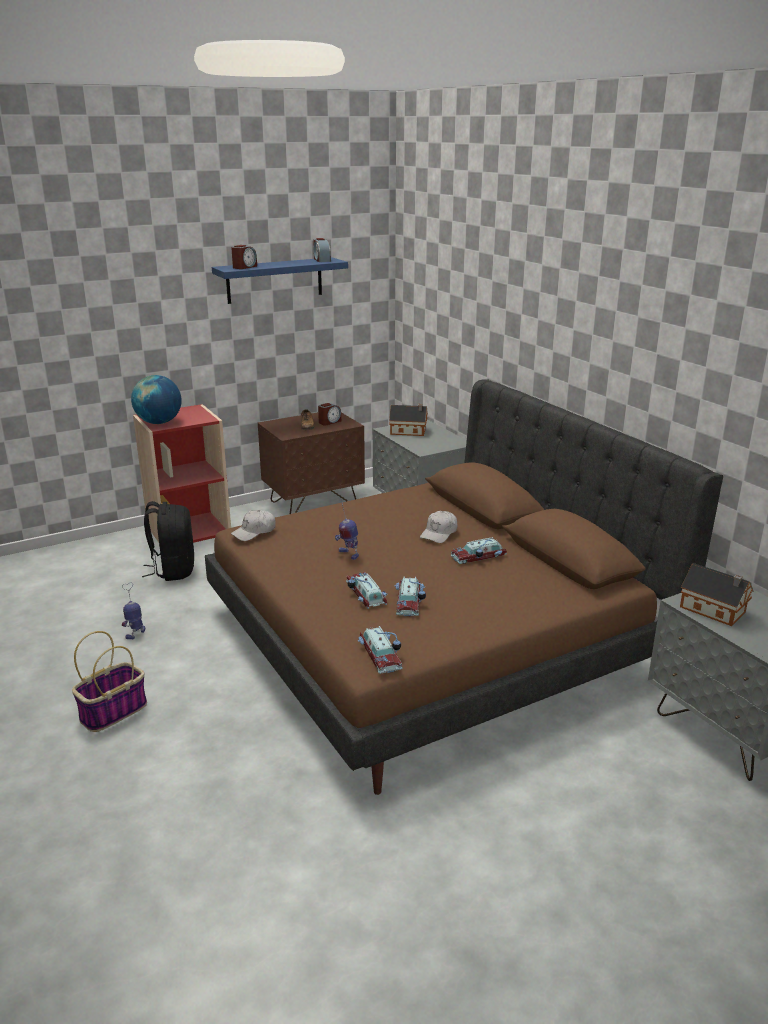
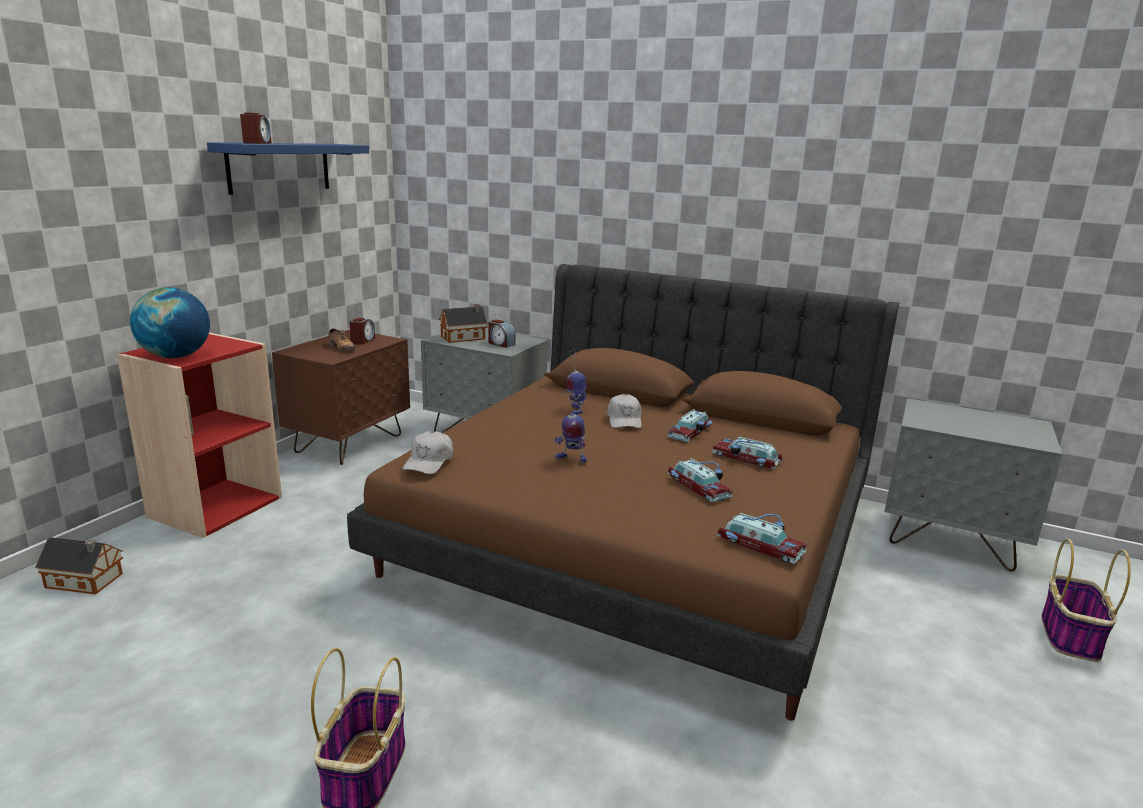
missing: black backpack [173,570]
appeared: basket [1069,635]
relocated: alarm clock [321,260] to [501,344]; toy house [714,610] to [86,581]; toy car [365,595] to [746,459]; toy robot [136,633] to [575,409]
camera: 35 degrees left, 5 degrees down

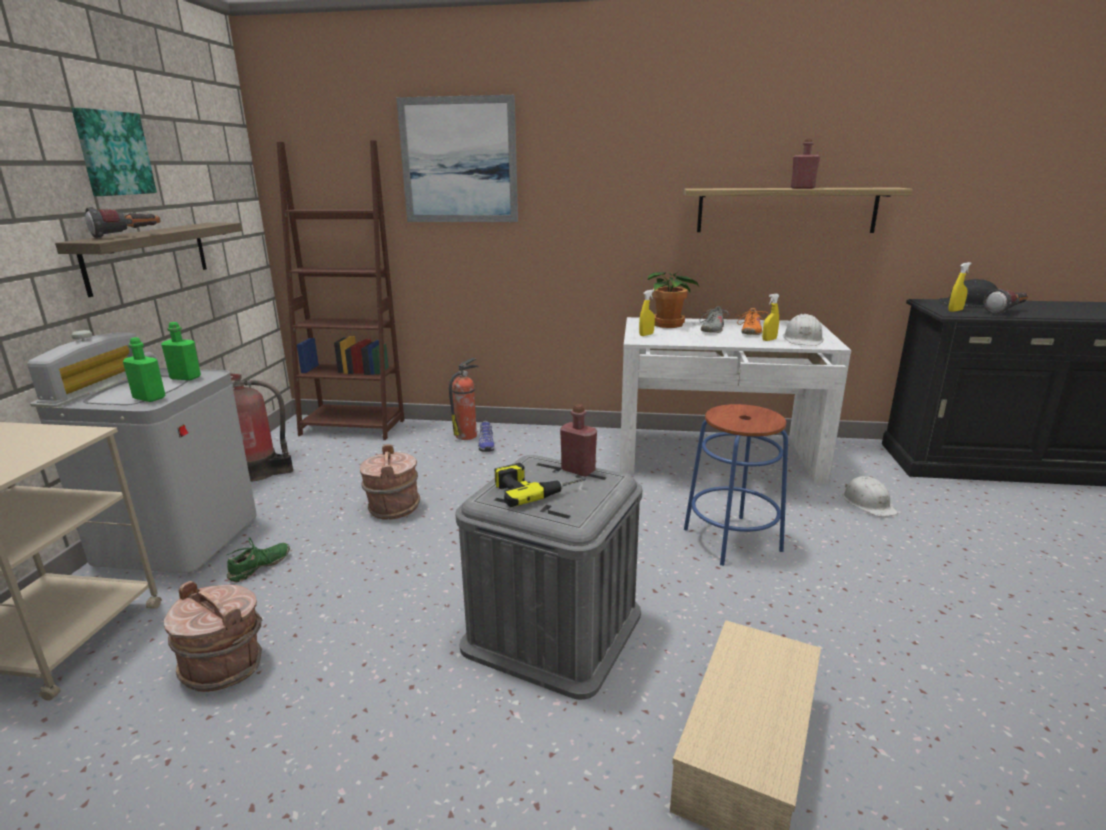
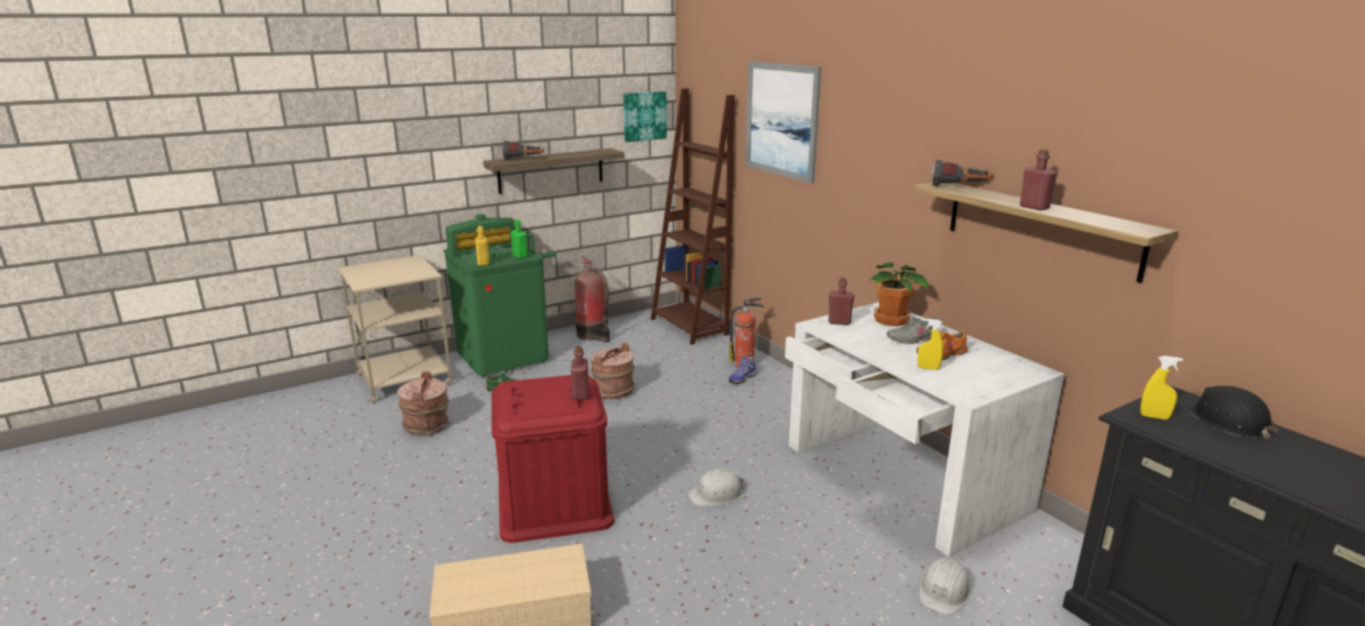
missing: blue stool [732,539]; power drill [536,487]
relocated: picture [113,153] to [644,116]; flashlight [1006,311] to [960,187]; white hard hat [803,339] to [716,495]
exchanged: yellow spray bottle [646,335] to red bottle [839,322]
colour: grey washing machine [179,540] to green washing machine [504,356]; green bottle [149,398] to yellow bottle [483,263]; grey storage box [553,630] to red storage box [554,503]
camera: 50 degrees right, 0 degrees up

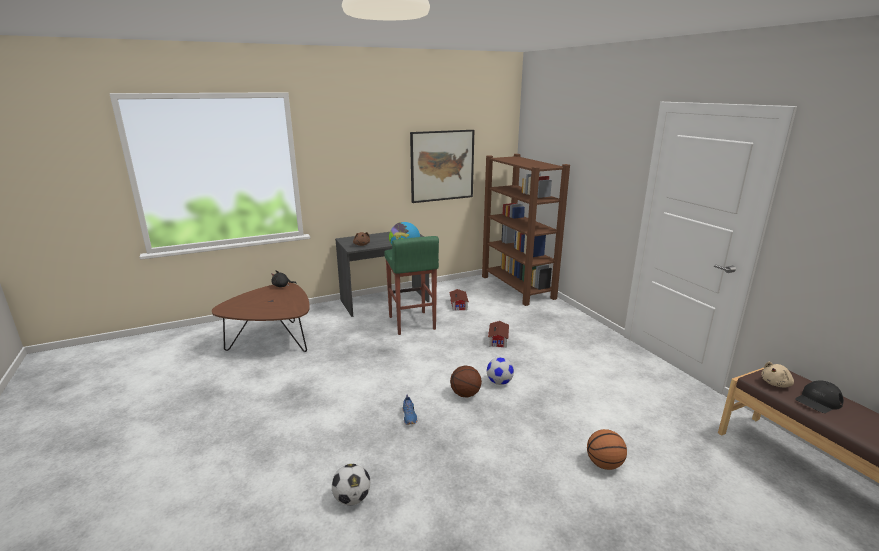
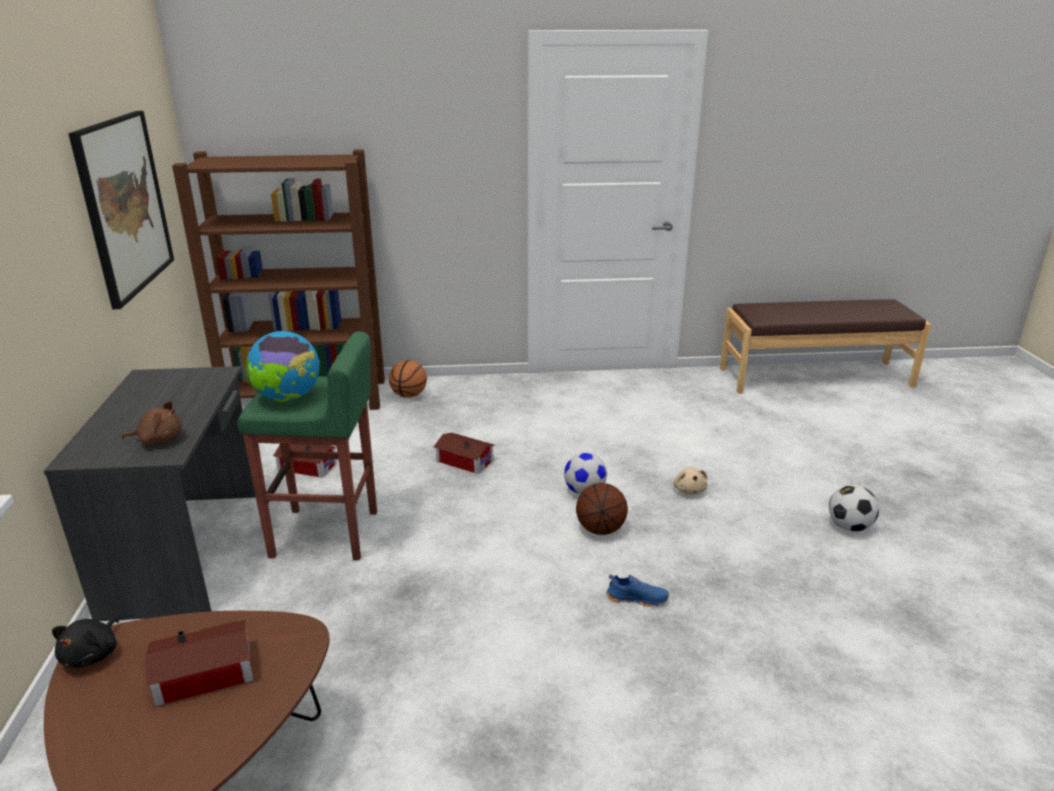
missing: black cap [818,401]
appeared: toy house [207,675]
relocated: beige plush toy [776,384] to [689,490]; basketball [604,464] to [409,395]; football [352,498] to [849,527]
camera: 70 degrees left, 5 degrees up

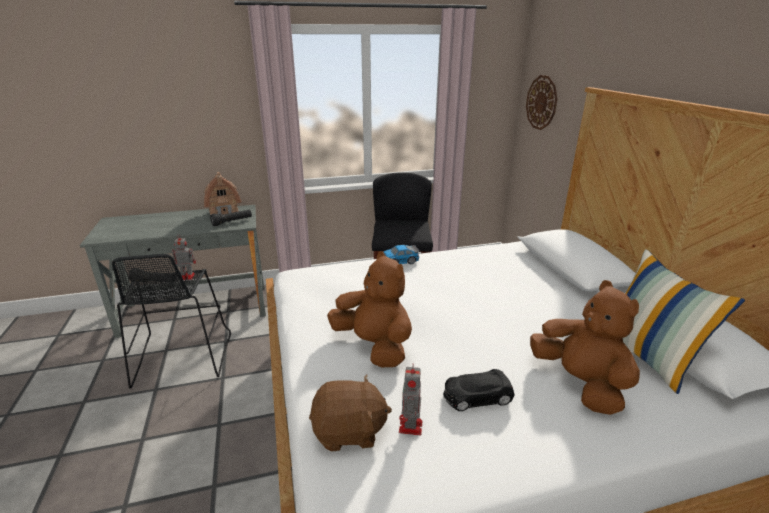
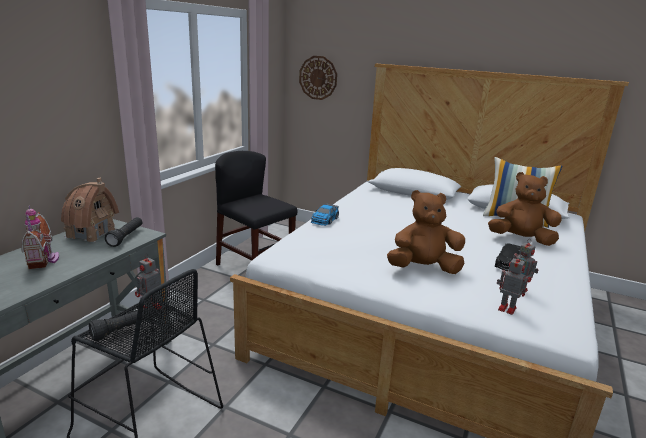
appeared: toy house [44,260]
exchanged: brown plush toy [349,431] to toy robot [506,308]
camera: 50 degrees left, 5 degrees down

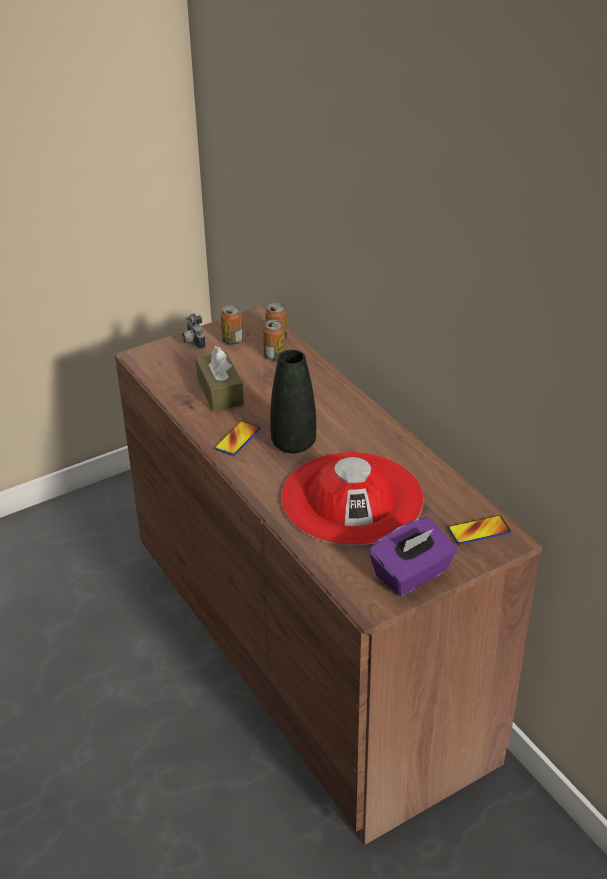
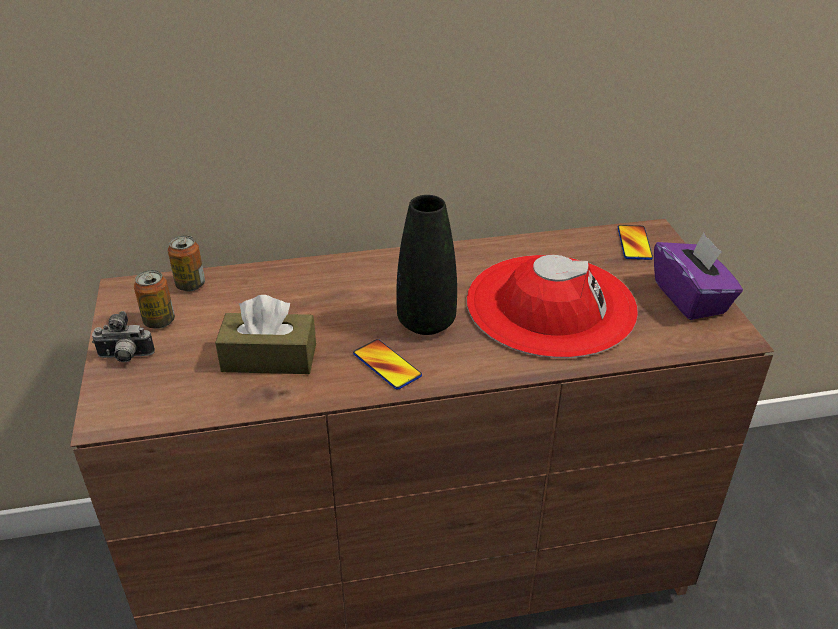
missing: can [274,356]
camera: 70 degrees left, 0 degrees up

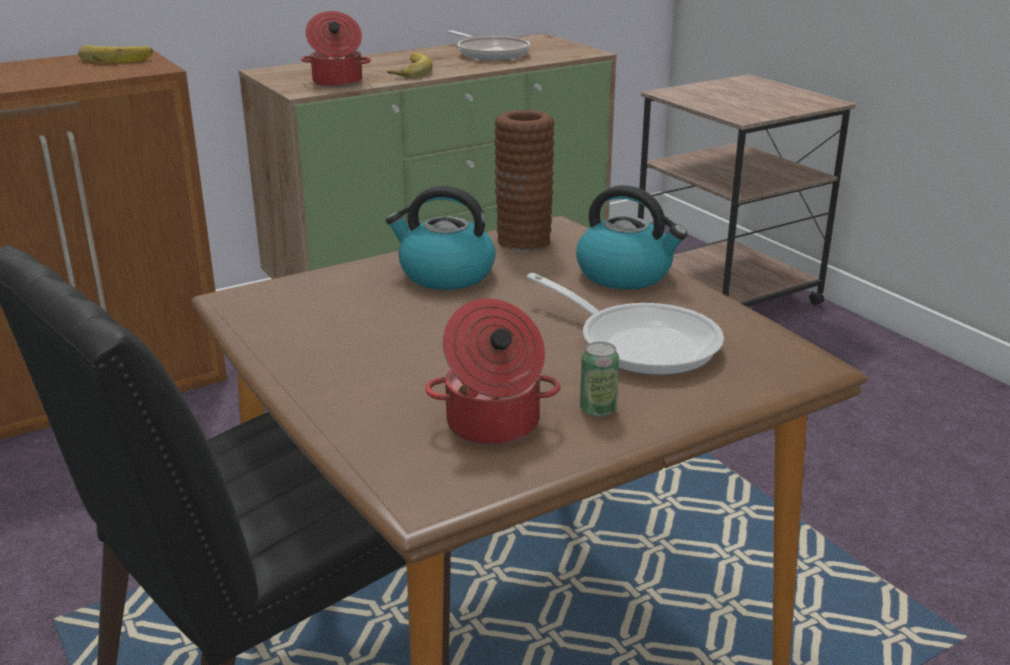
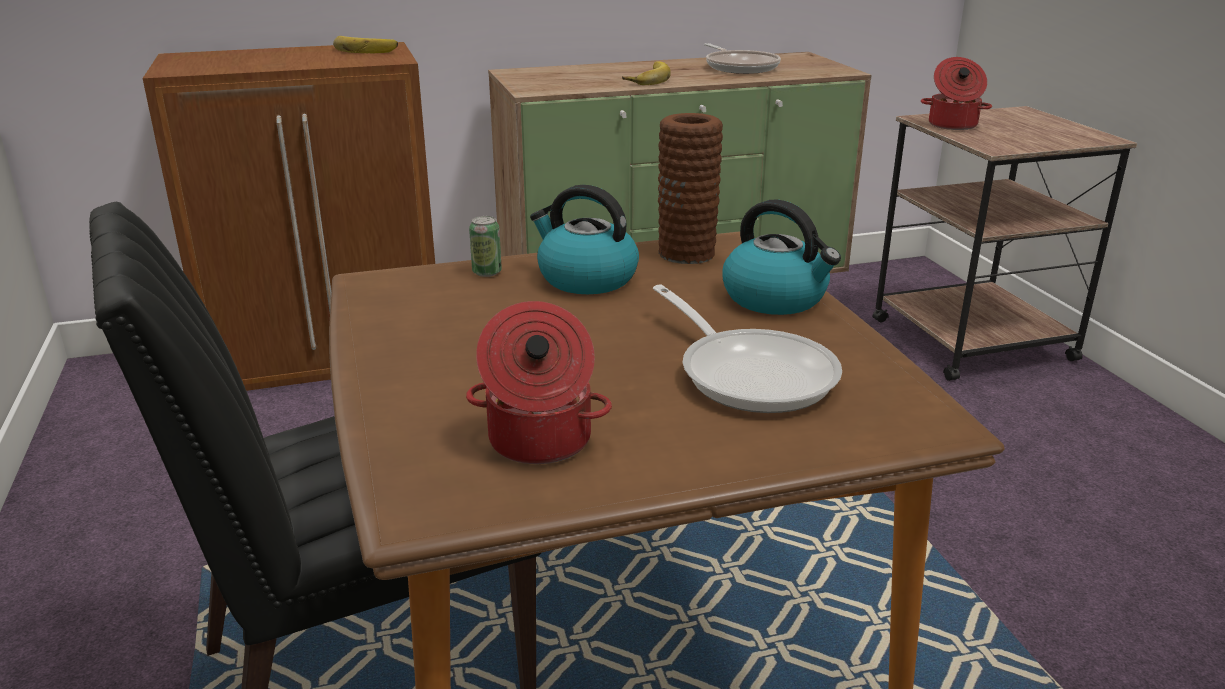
relocated: cooking pot [337,82] to [952,125]; can [598,410] to [487,272]
camera: 15 degrees right, 0 degrees up

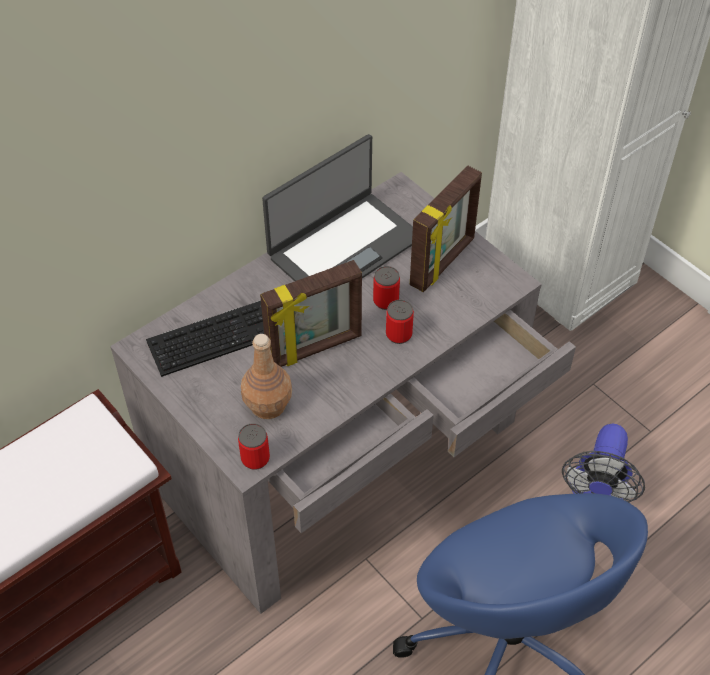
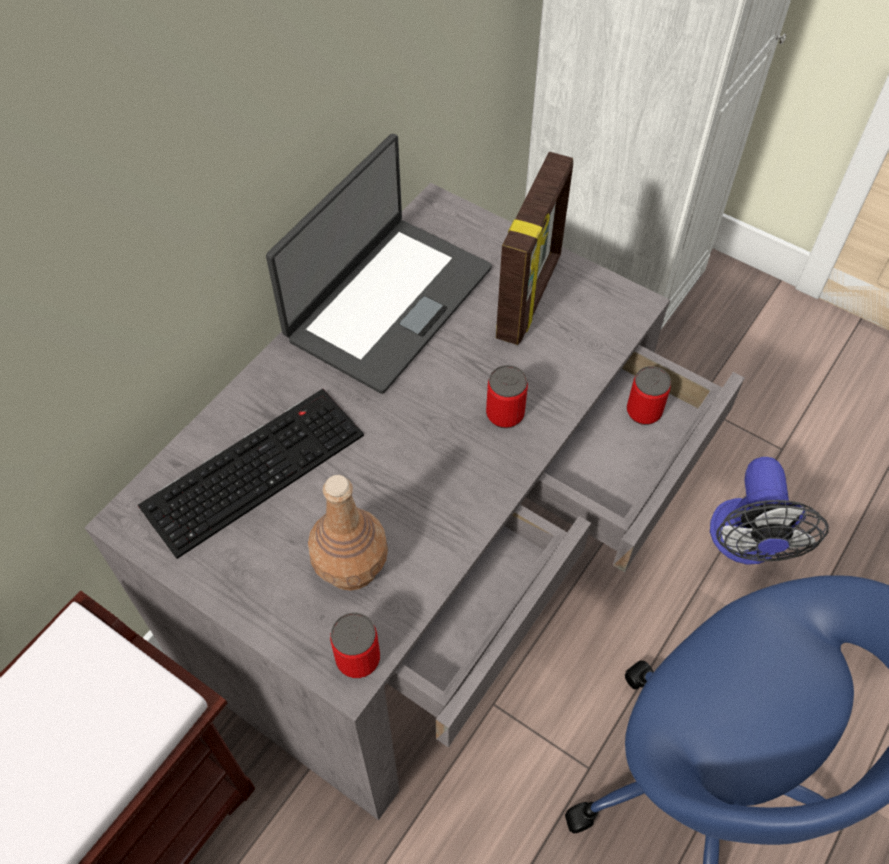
missing: picture frame [315,349]
relocated: can [386,301] to [643,411]
camera: 15 degrees left, 5 degrees up

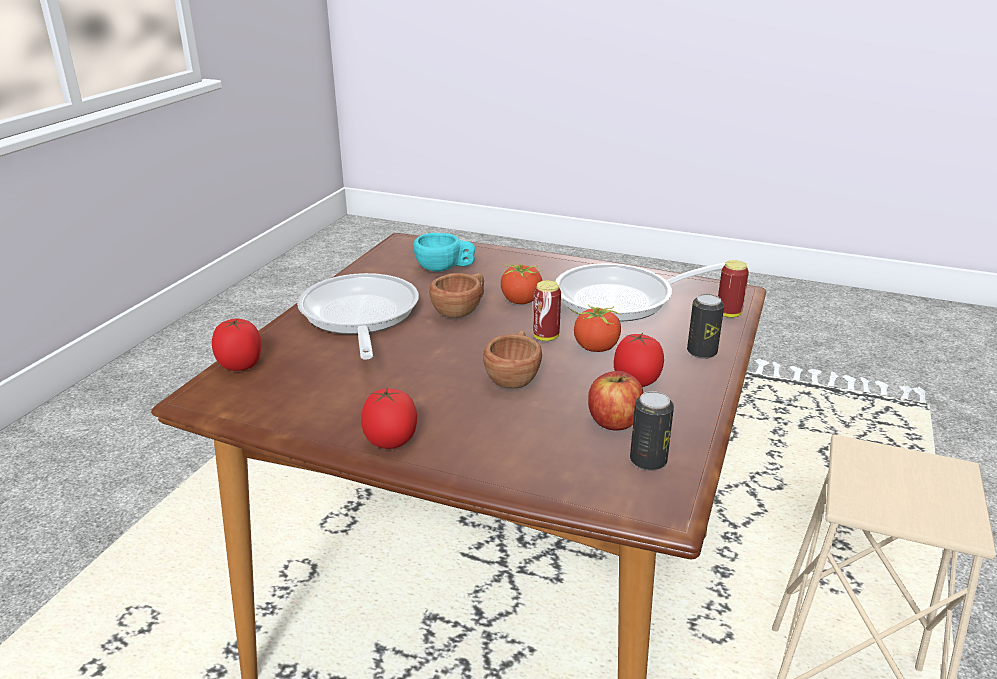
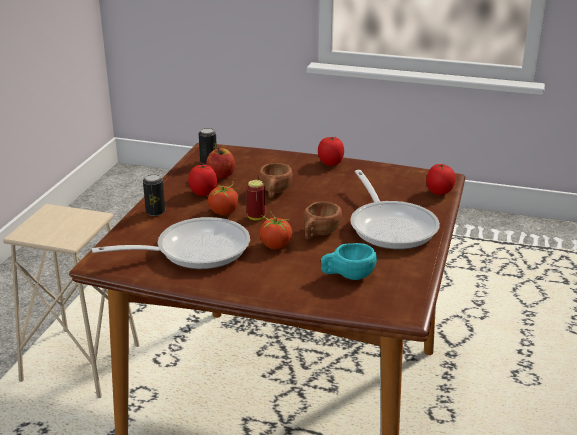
missing: can [728,314]
camera: 175 degrees right, 0 degrees up

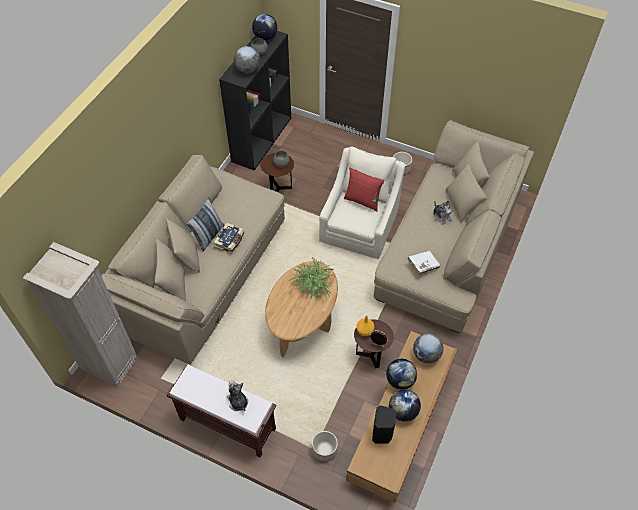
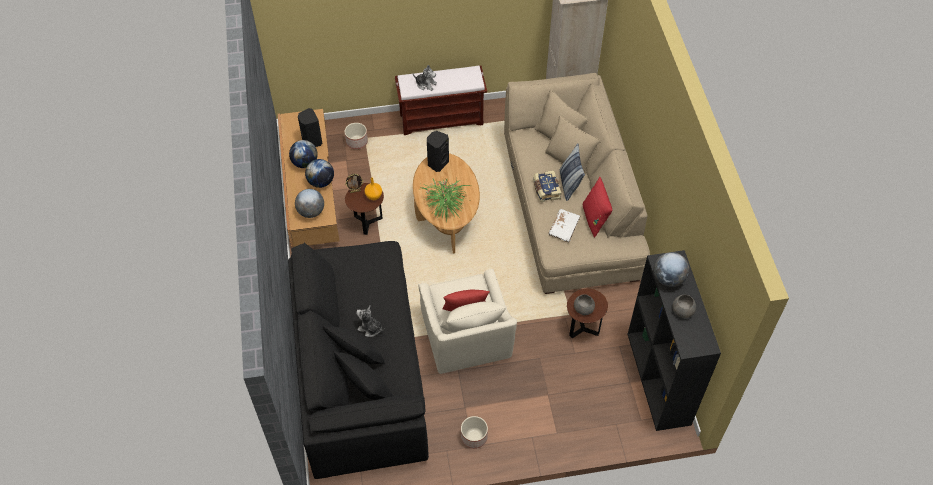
missing: globe [265,37]
appeared: black speaker [437,163]; red pillow [594,219]
relocated: white book [423,265] to [564,228]
colour: beige sofa [448,247] to black sofa [360,366]
camera: 145 degrees right, 0 degrees up

